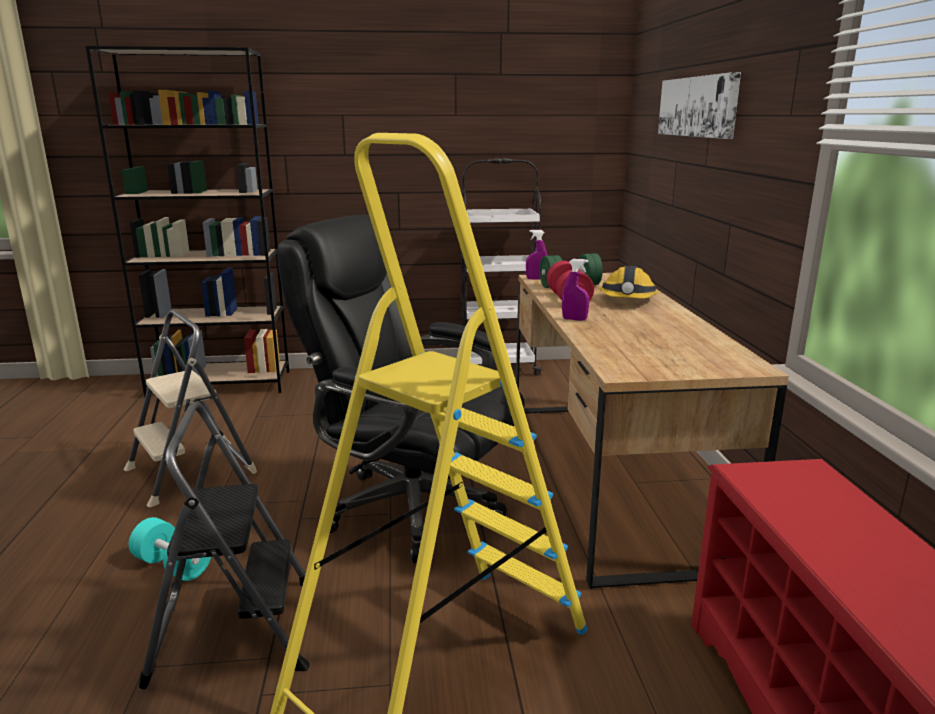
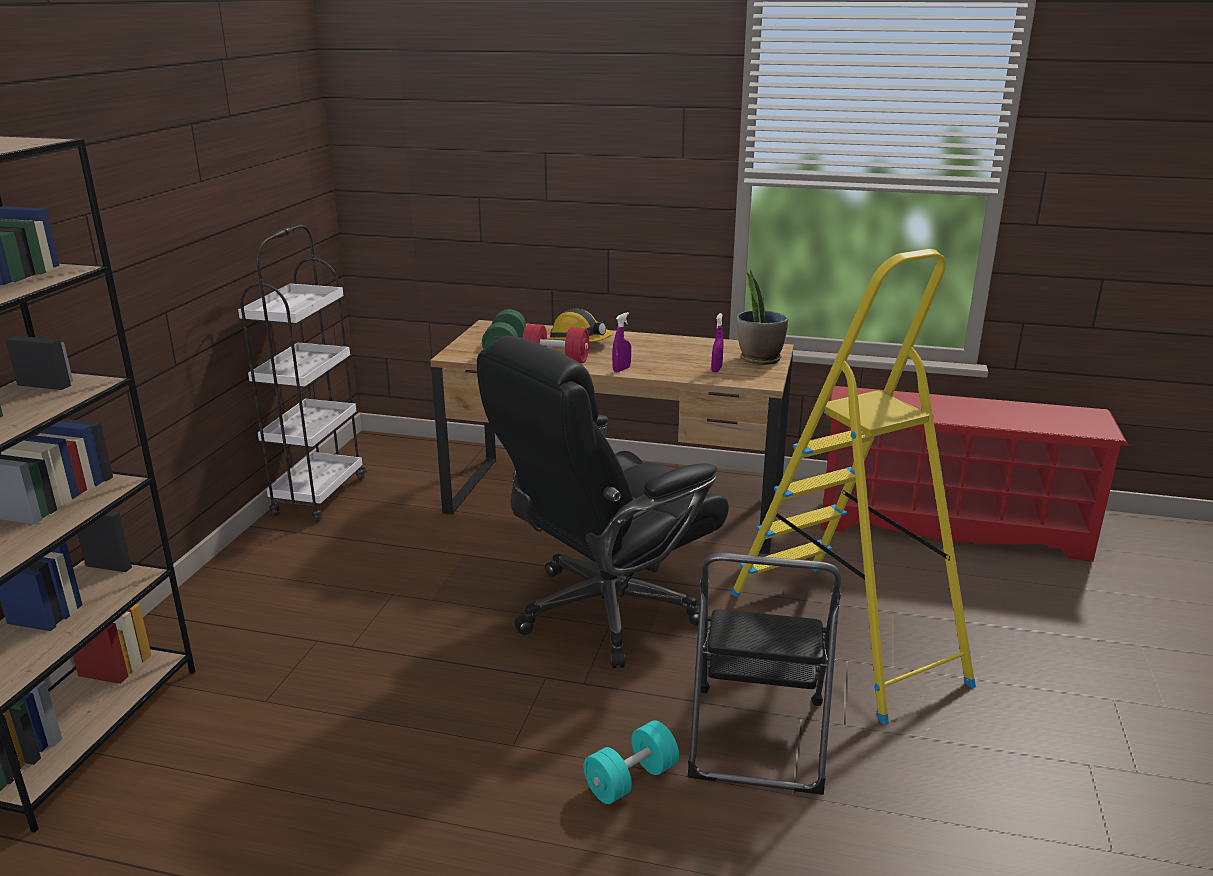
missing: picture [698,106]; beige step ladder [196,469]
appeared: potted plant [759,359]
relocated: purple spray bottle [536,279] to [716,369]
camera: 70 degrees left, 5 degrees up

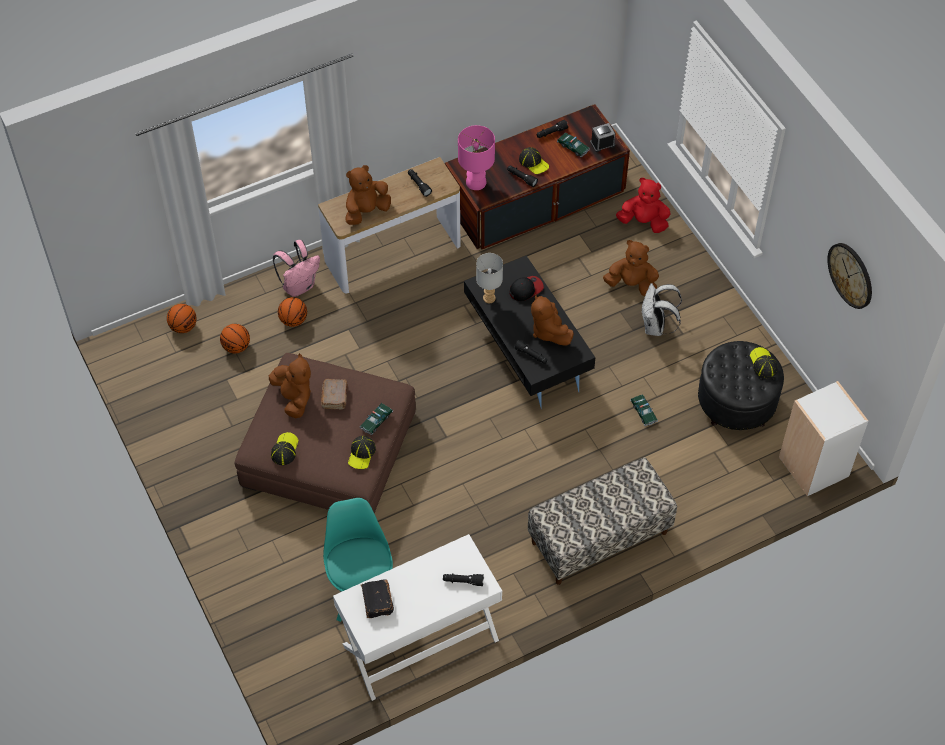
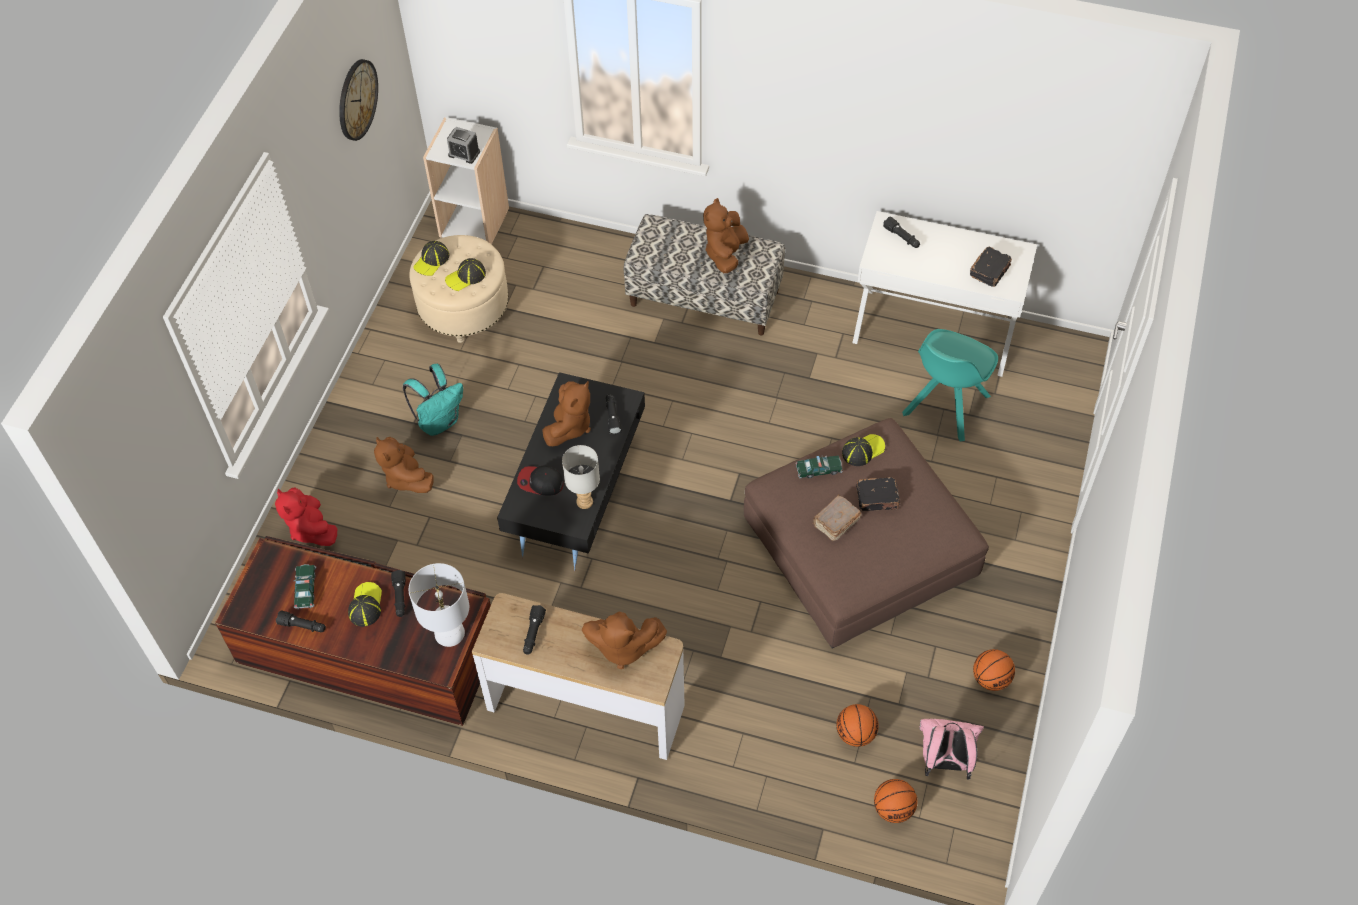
missing: toy car [643,412]
appeared: black book [877,499]
relocated: alarm clock [602,144] to [464,153]; pink backpack [299,286] to [944,762]; basketball [293,320] to [990,679]; brown plush toy [294,398] to [725,254]; cap [284,449] to [466,277]
colour: pink table lamp [476,182] to white table lamp [448,633]; white backpack [655,327] to turquoise backpack [439,421]; black ottoman [736,403] to beige ottoman [464,309]
camera: 135 degrees left, 0 degrees up

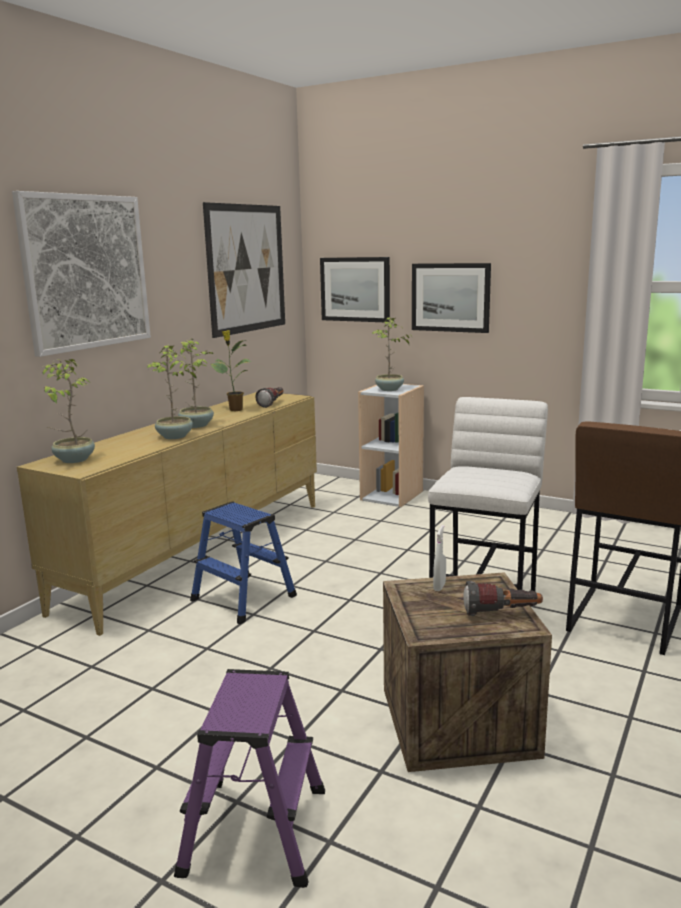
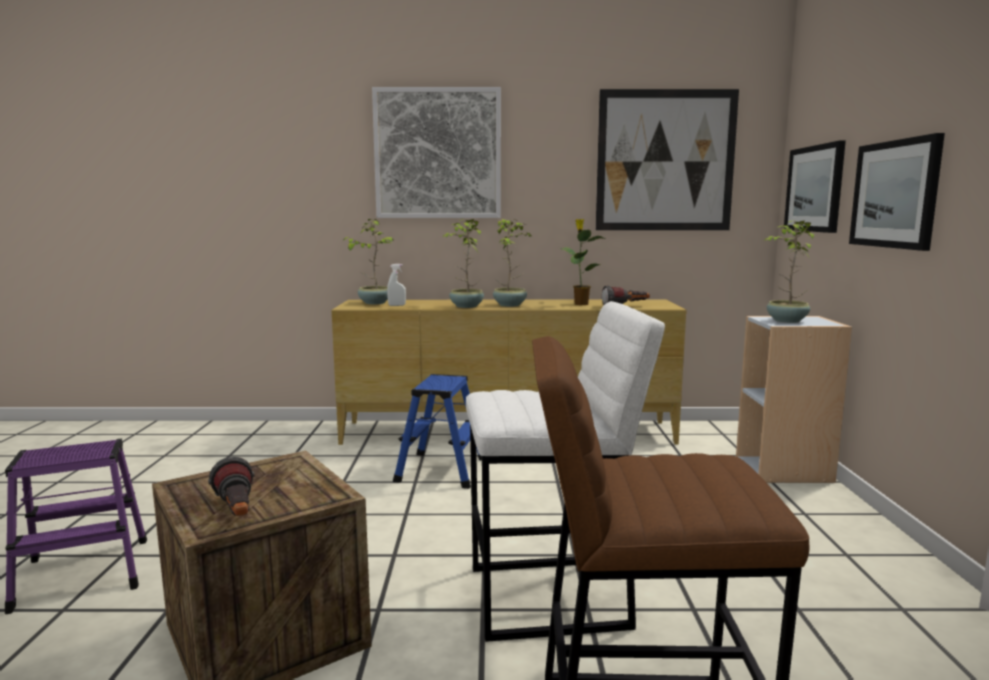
relocated: white spray bottle [439,586] to [397,305]
camera: 60 degrees right, 5 degrees down

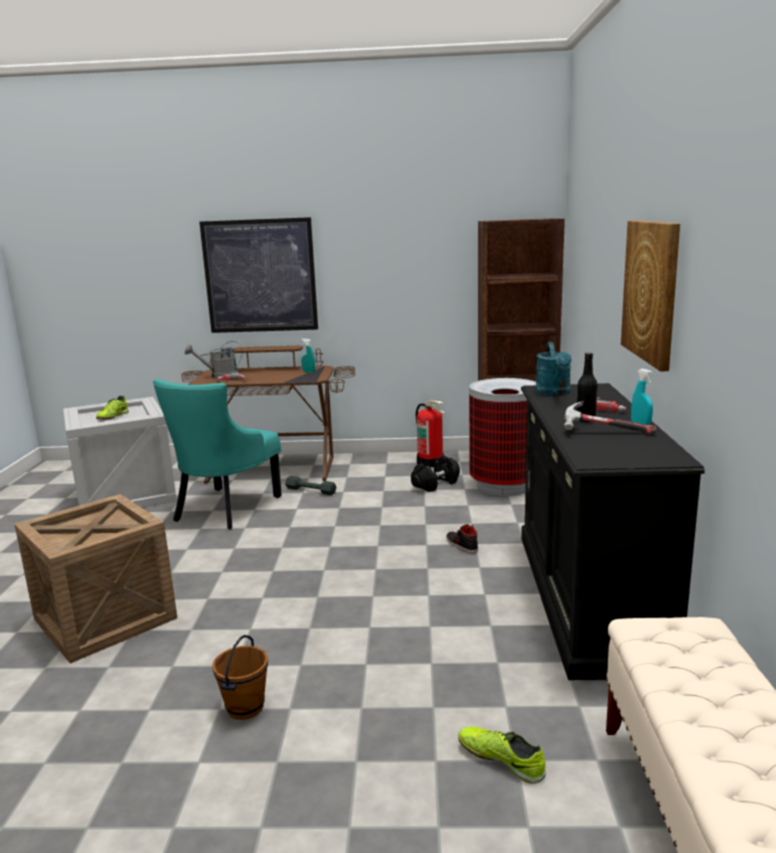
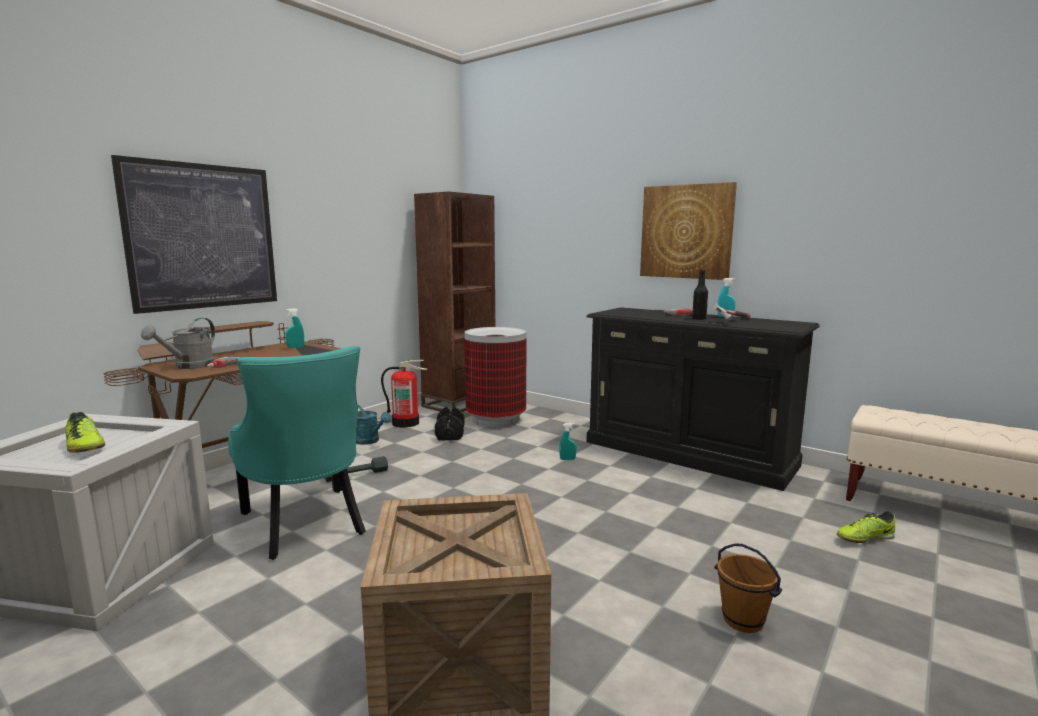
relocated: turquoise watering can [554,393] to [369,441]
exchanged: black shoe [461,545] to turquoise spray bottle [567,459]
camera: 55 degrees left, 5 degrees down

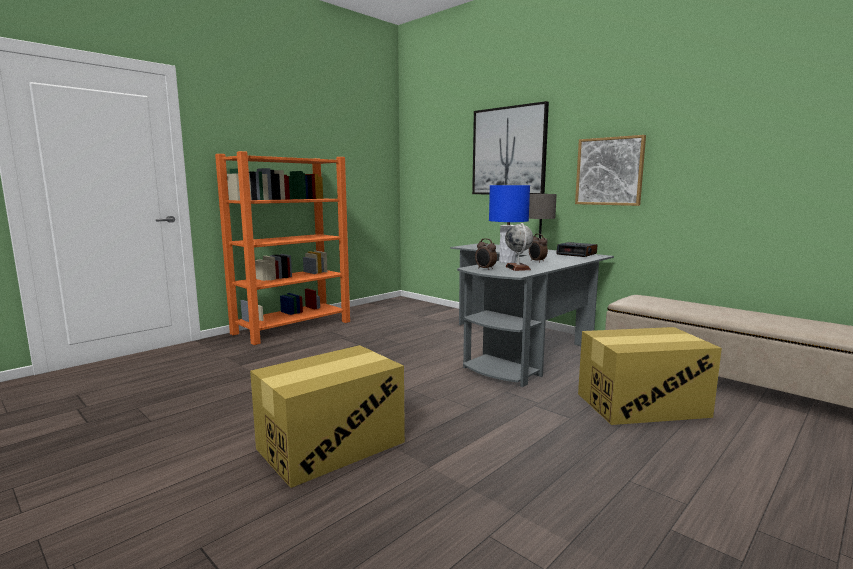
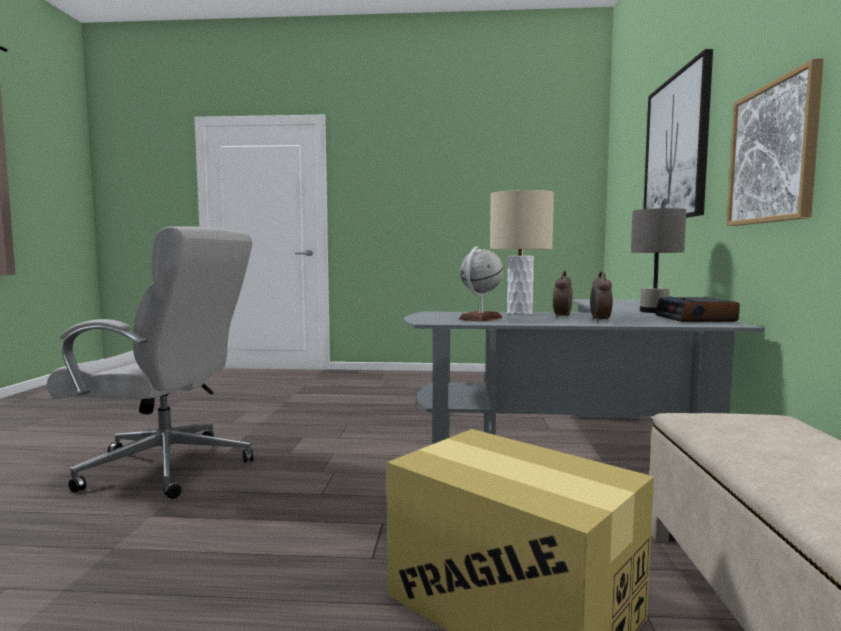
missing: orange bookcase [292,327]
relocated: alarm clock [485,269] to [599,321]
exchanged: cardboard box [331,445] to grey office chair [166,466]
colour: blue table lamp [507,261] to beige table lamp [520,313]
camera: 50 degrees right, 5 degrees down

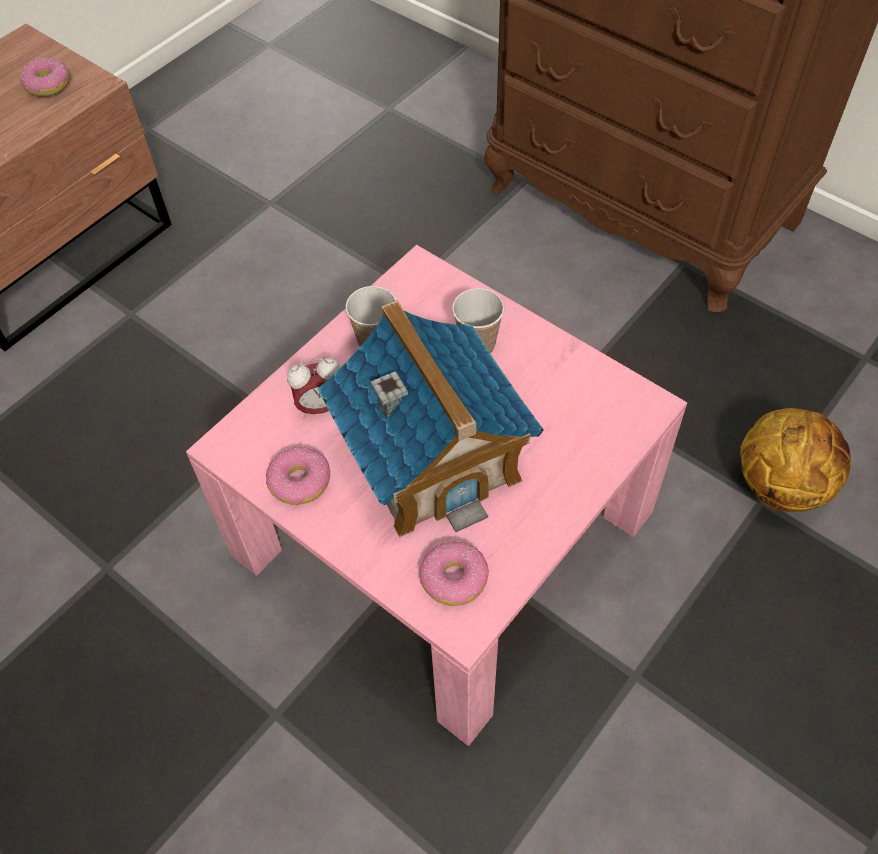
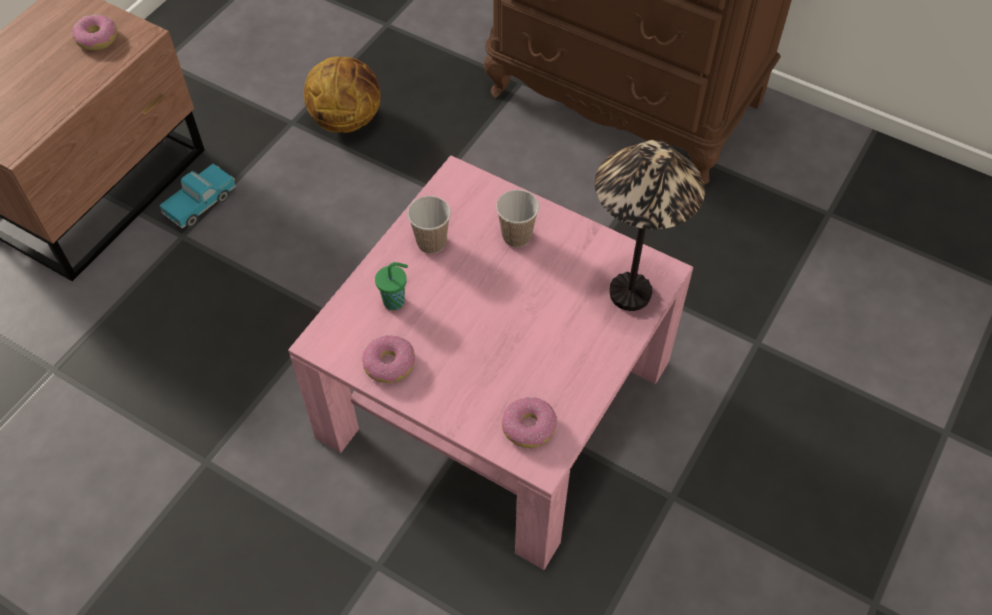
missing: toy house [432,456]
appeared: table lamp [630,293]; toy truck [201,204]
relocated: basketball [782,484] to [347,119]
exchanged: alarm clock [321,407] to green cup [395,301]
camera: 10 degrees left, 0 degrees up

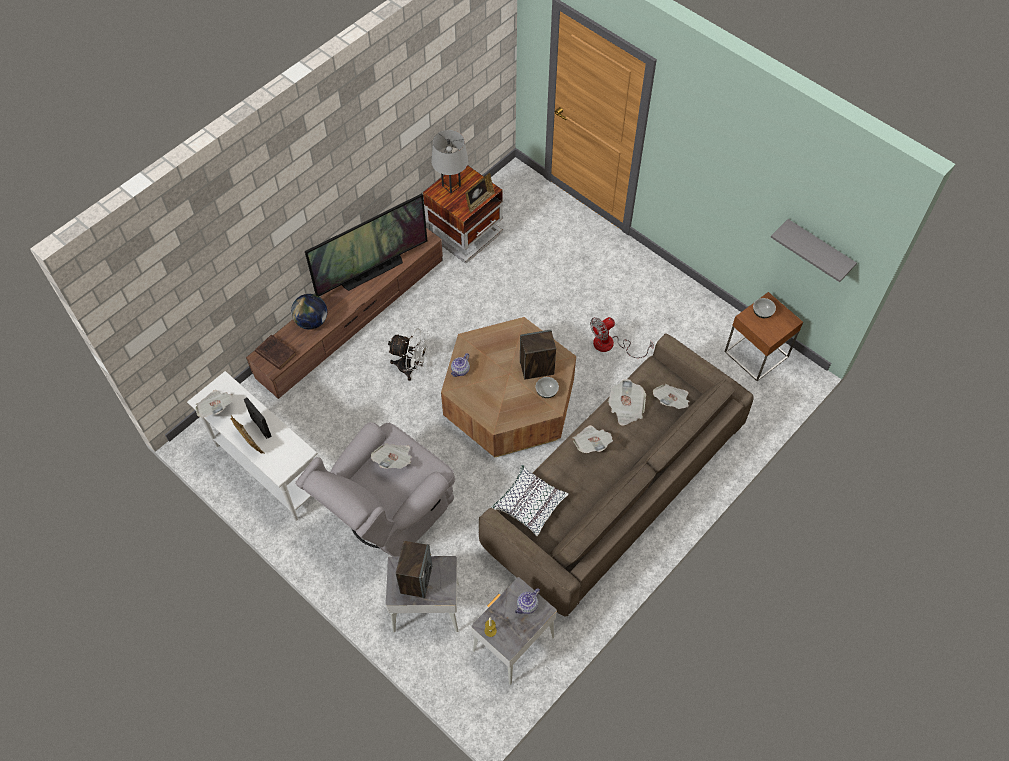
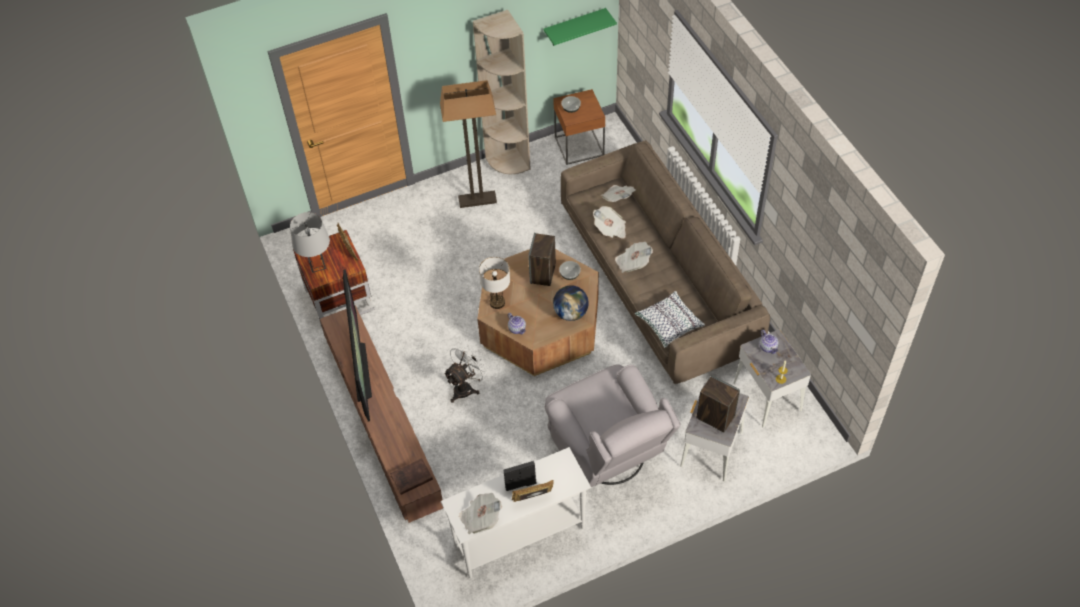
missing: fan [611,345]; newspaper [394,460]
appeared: beige bookcase [508,165]; floor lamp [477,200]; table lamp [497,303]
relocated: globe [312,321] to [570,313]
colour: grey shelf [818,250] to green shelf [574,28]
camera: 65 degrees left, 5 degrees down

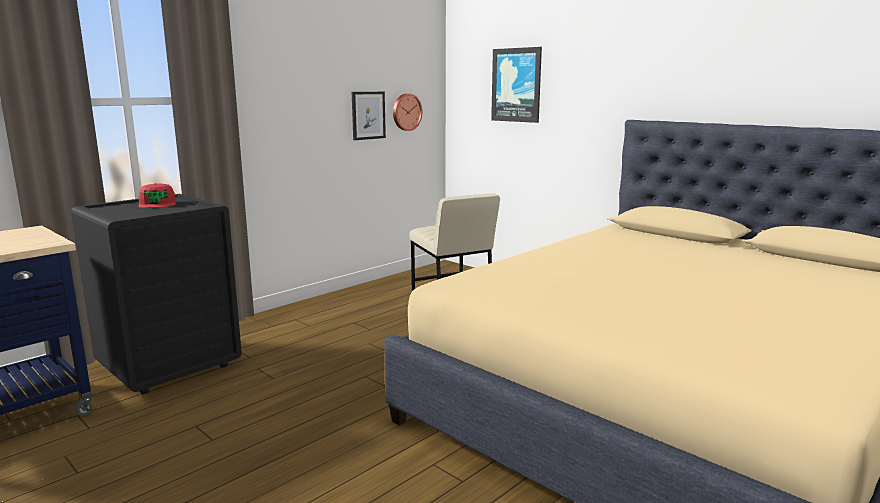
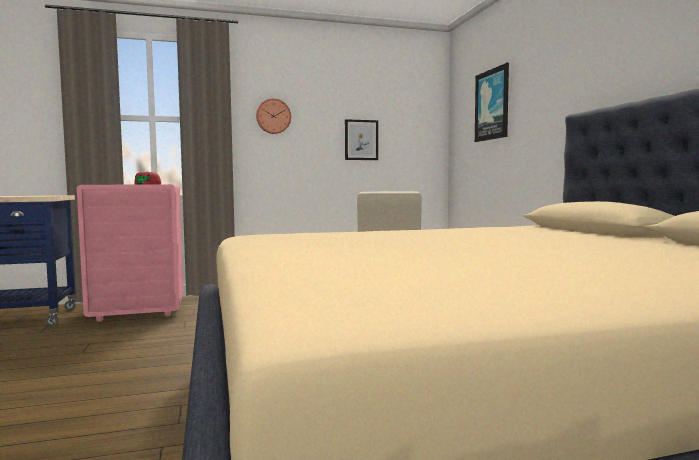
relocated: wall clock [406,112] to [273,116]
colour: black dresser [170,367] to pink dresser [139,311]
camera: 30 degrees right, 10 degrees down

